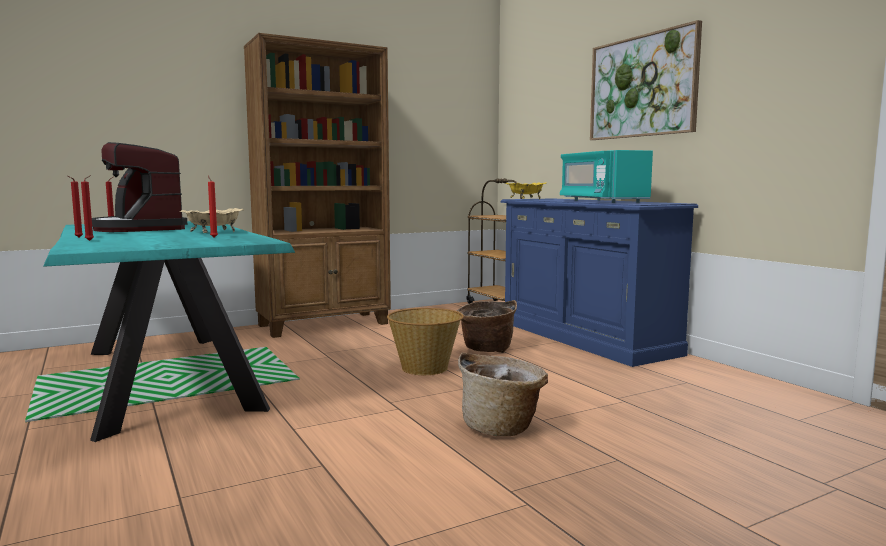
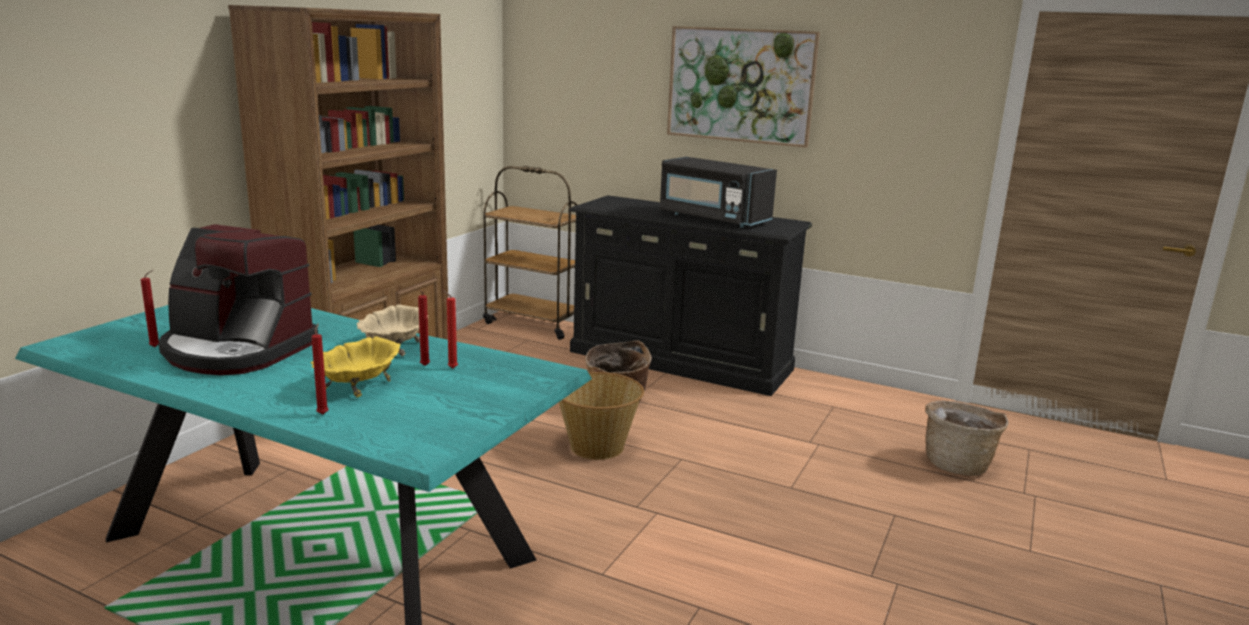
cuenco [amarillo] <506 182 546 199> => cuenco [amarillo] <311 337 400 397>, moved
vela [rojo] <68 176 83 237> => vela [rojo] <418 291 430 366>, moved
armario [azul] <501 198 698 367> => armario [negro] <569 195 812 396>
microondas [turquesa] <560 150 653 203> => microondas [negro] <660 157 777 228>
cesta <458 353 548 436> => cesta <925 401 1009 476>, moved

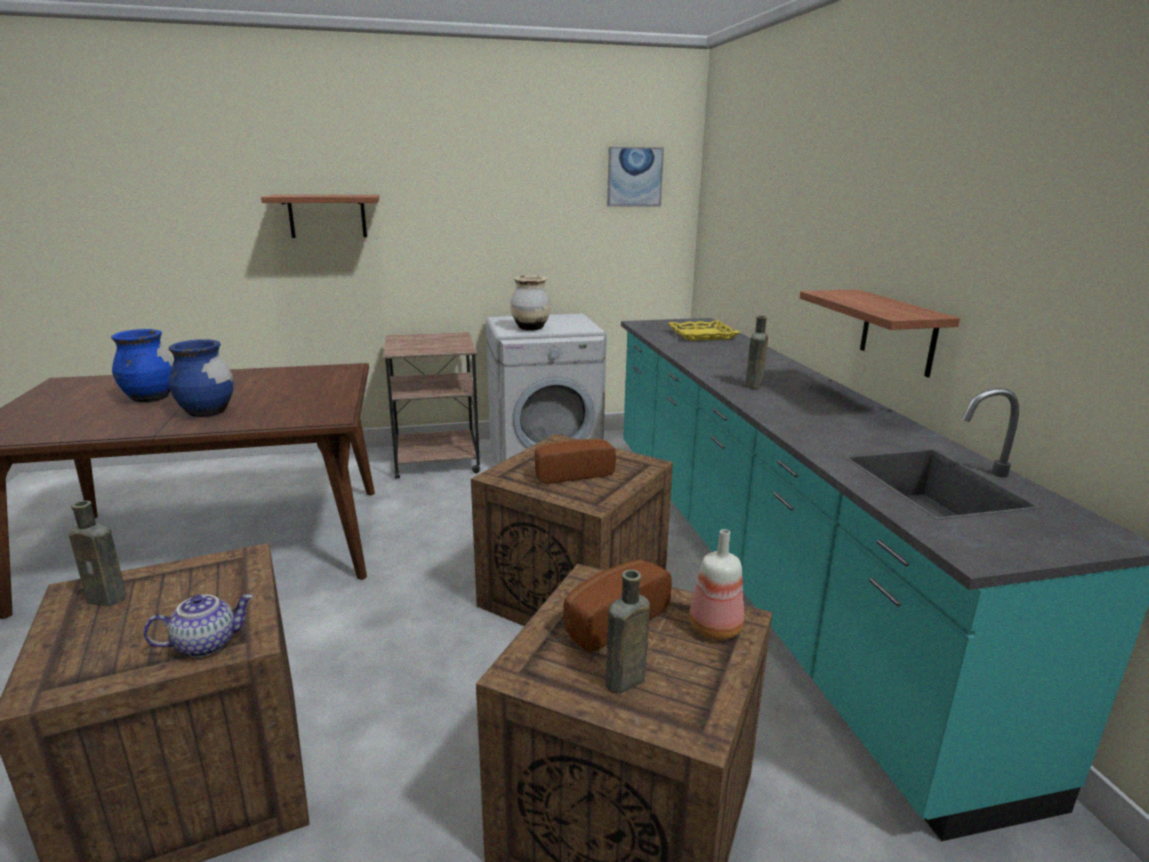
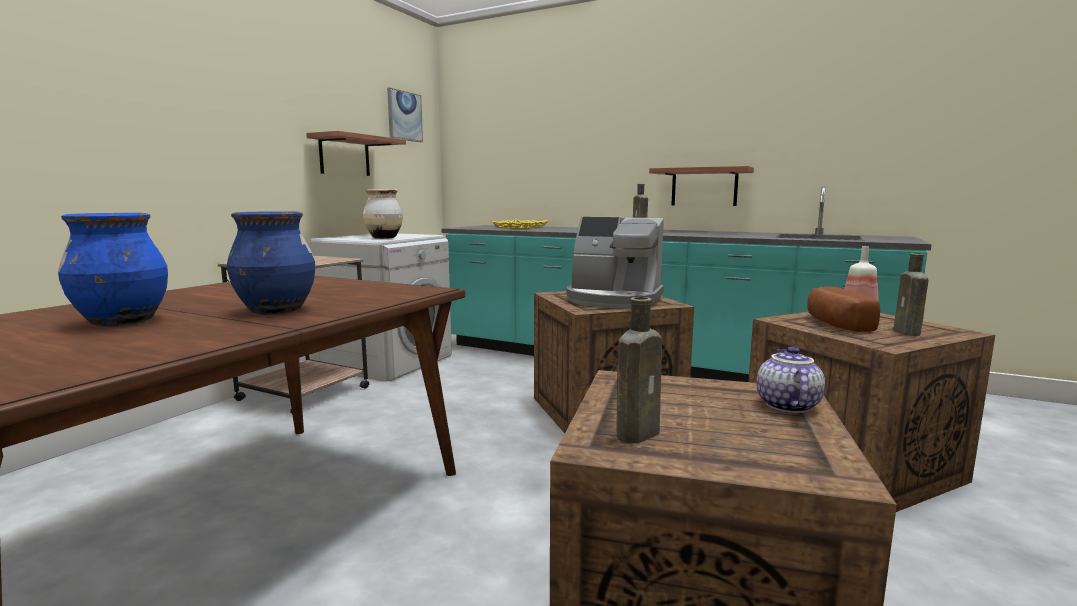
estante <261 195 379 238> => estante <306 131 406 176>, moved
pan <534 439 616 484> => cafetera <566 217 664 309>

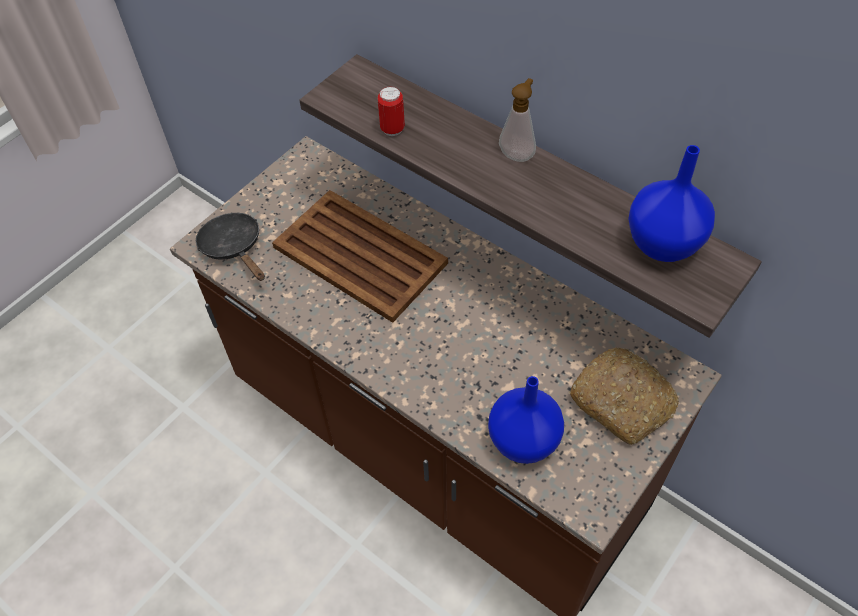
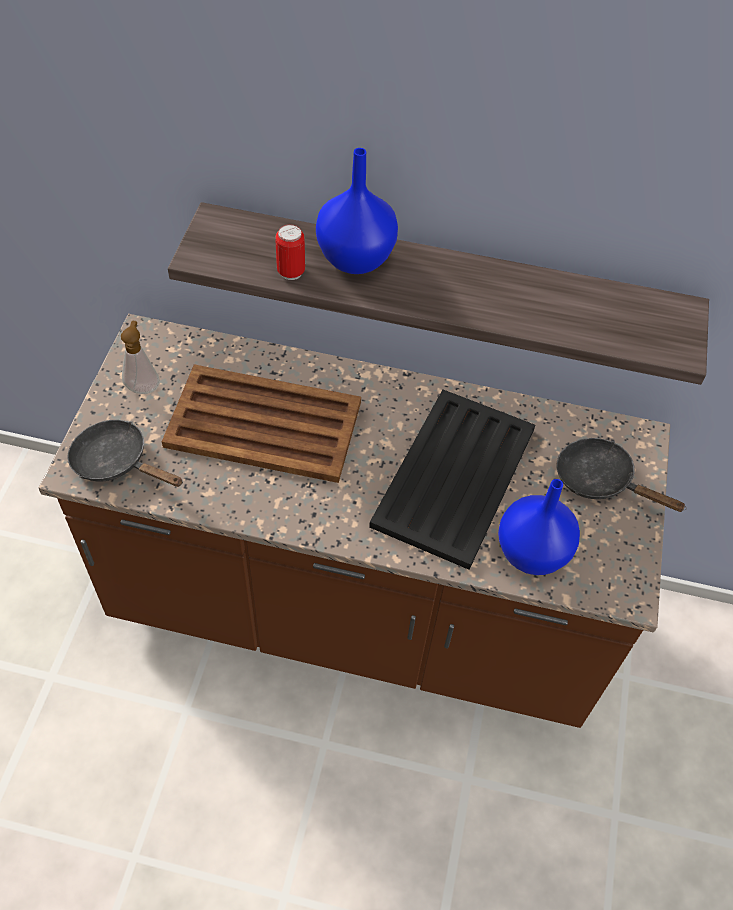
dispensador de jabón <499 78 536 162> => dispensador de jabón <121 321 160 394>, moved
florero [azul] <628 145 715 262> => florero [azul] <316 148 398 274>, moved
nothing => bandeja [negro] <369 390 535 570>
pan <569 348 679 445> => sartén [negro] <557 438 687 512>

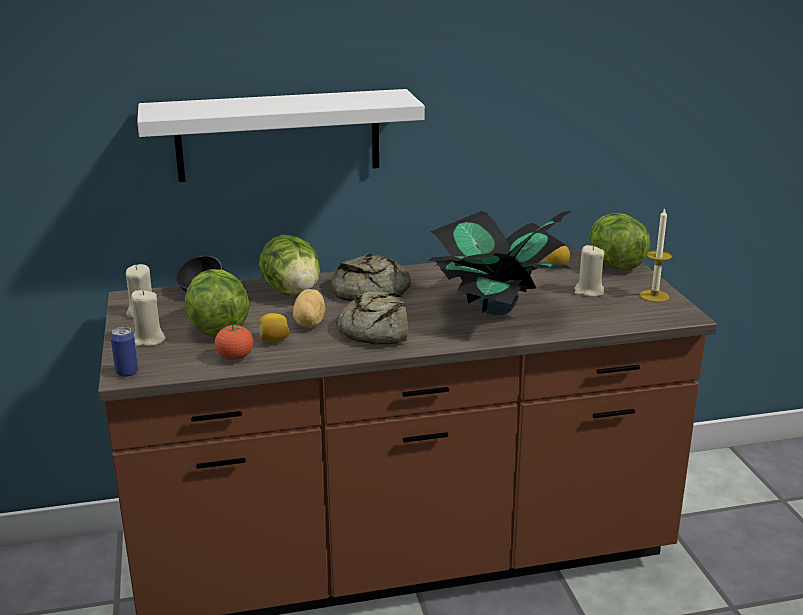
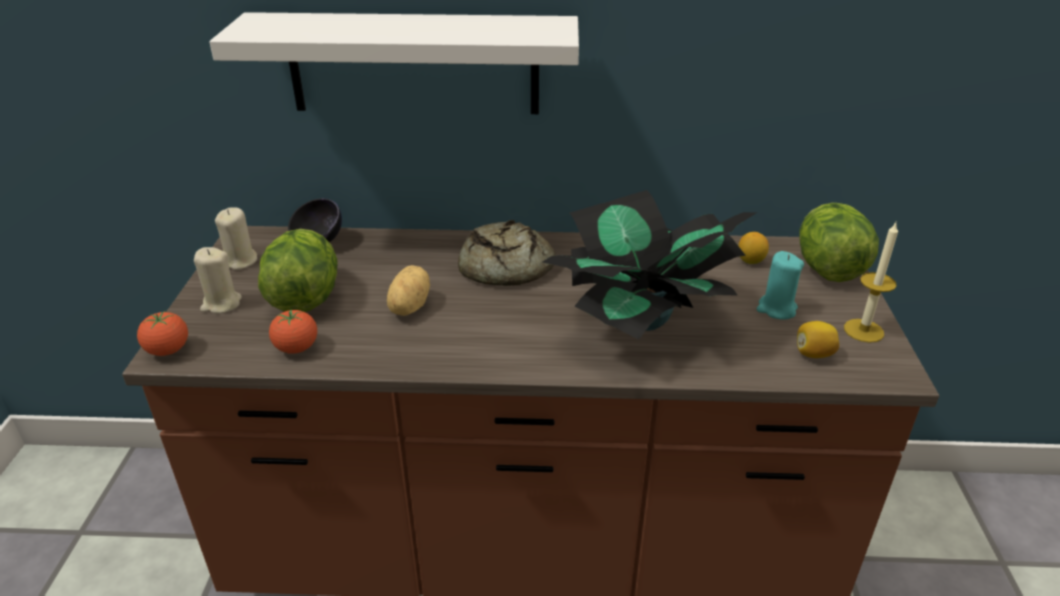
lata <111 327 138 377> => tomate <137 310 188 356>
vela [beis] <574 245 605 297> => vela [turquesa] <757 251 804 319>
limón <259 313 290 343> => limón <797 321 839 358>, moved
lechuga <259 235 320 295> => nothing
pan <336 291 408 344> => nothing

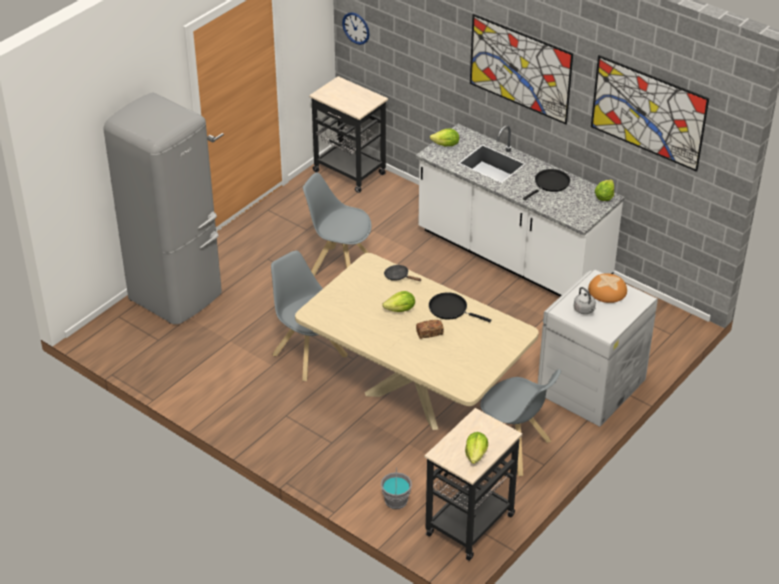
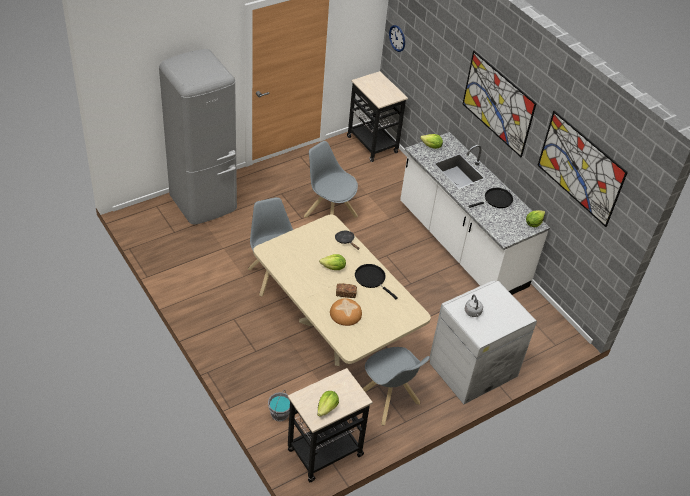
pan <588 273 627 303> => pan <330 298 362 326>, moved

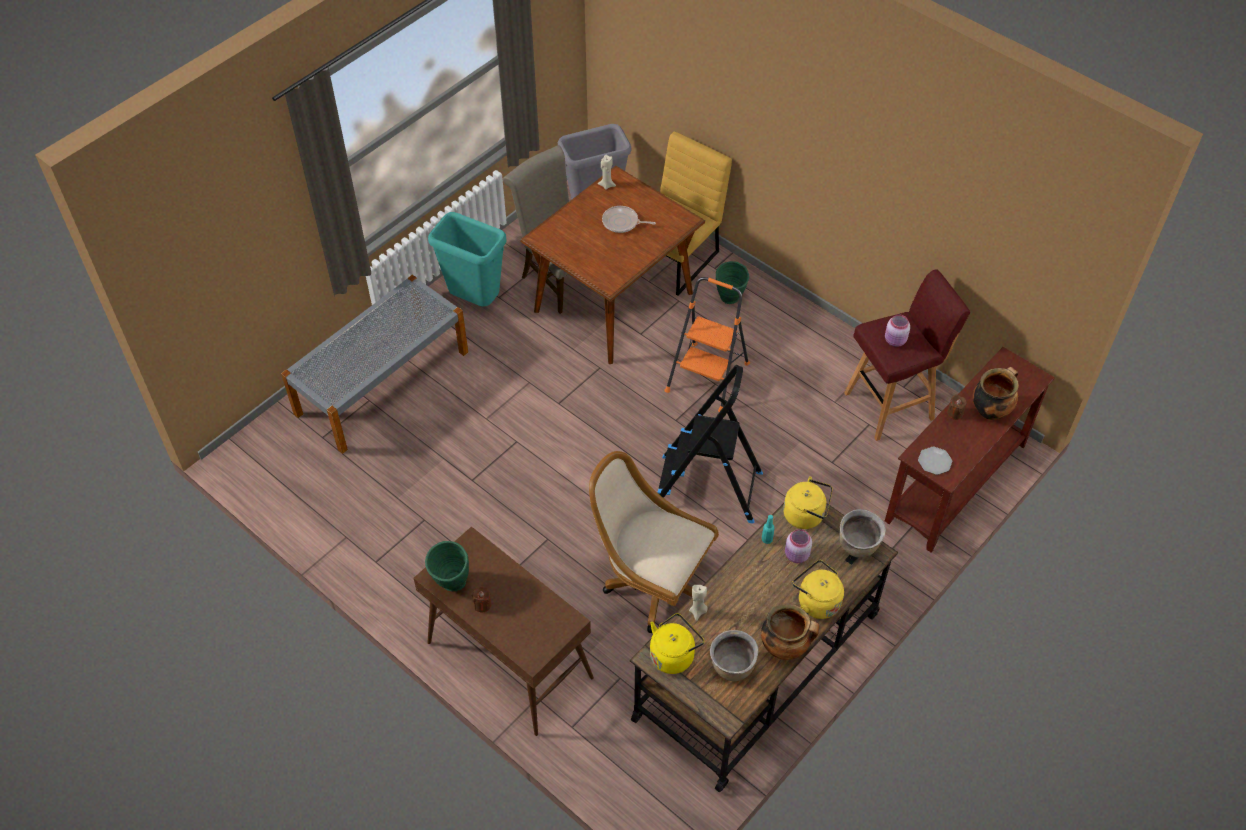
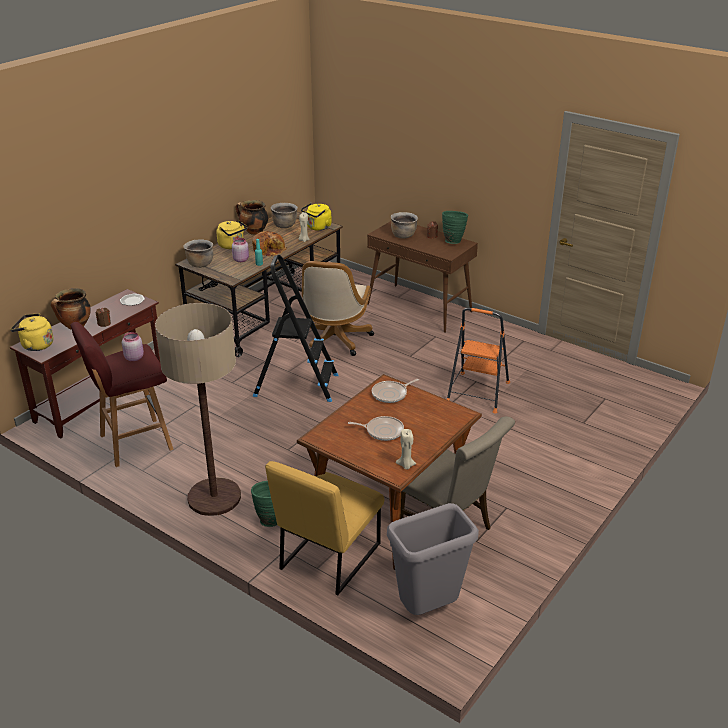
hervidor [amarillo] <783 476 833 529> => hervidor [amarillo] <10 313 53 351>, moved
nothing => lámpara de pie <155 303 241 516>
nothing => pan <252 231 287 257>
silla de oficina <589 451 719 633> => silla de oficina <302 261 374 356>, 75 degrees clockwise
nothing => sartén <372 379 419 403>
nothing => olla [marrón] <391 212 418 239>
escalera de tijera [naranja] <664 277 750 412> => escalera de tijera [naranja] <447 308 510 414>, moved
banco [gris] <281 275 468 454> => nothing
papelera [turquesa] <428 212 507 307> => nothing

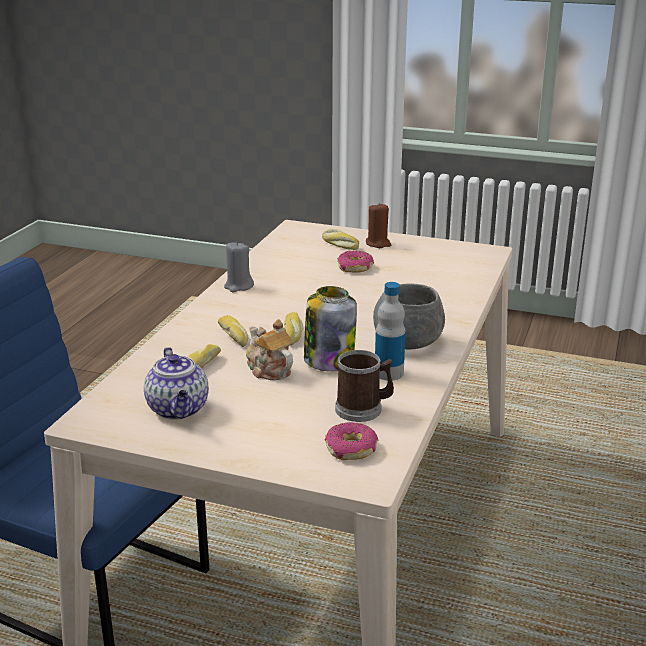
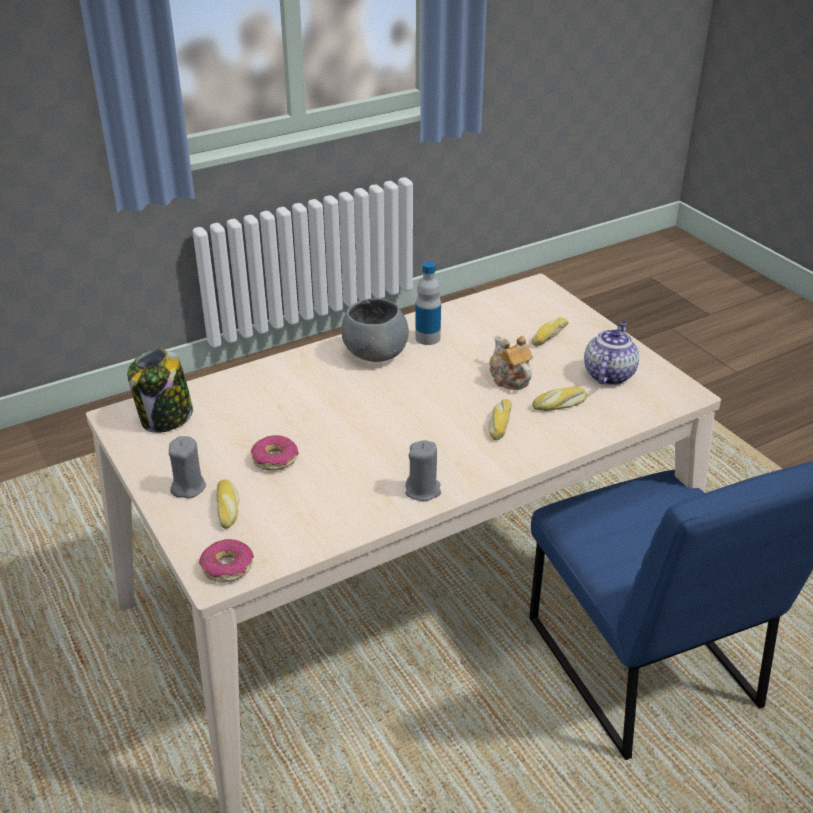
tarro <304 286 357 372> => tarro <127 348 193 433>, moved
vela [marrón] <366 203 391 248> => vela [gris] <169 436 206 499>
rosquilla <325 422 378 460> => rosquilla <199 539 254 582>, moved
tetera <246 319 293 380> => tetera <489 336 533 390>, 150 degrees clockwise
pan <284 312 303 345> => pan <532 317 568 347>, moved
taza grande <335 350 394 422> => nothing

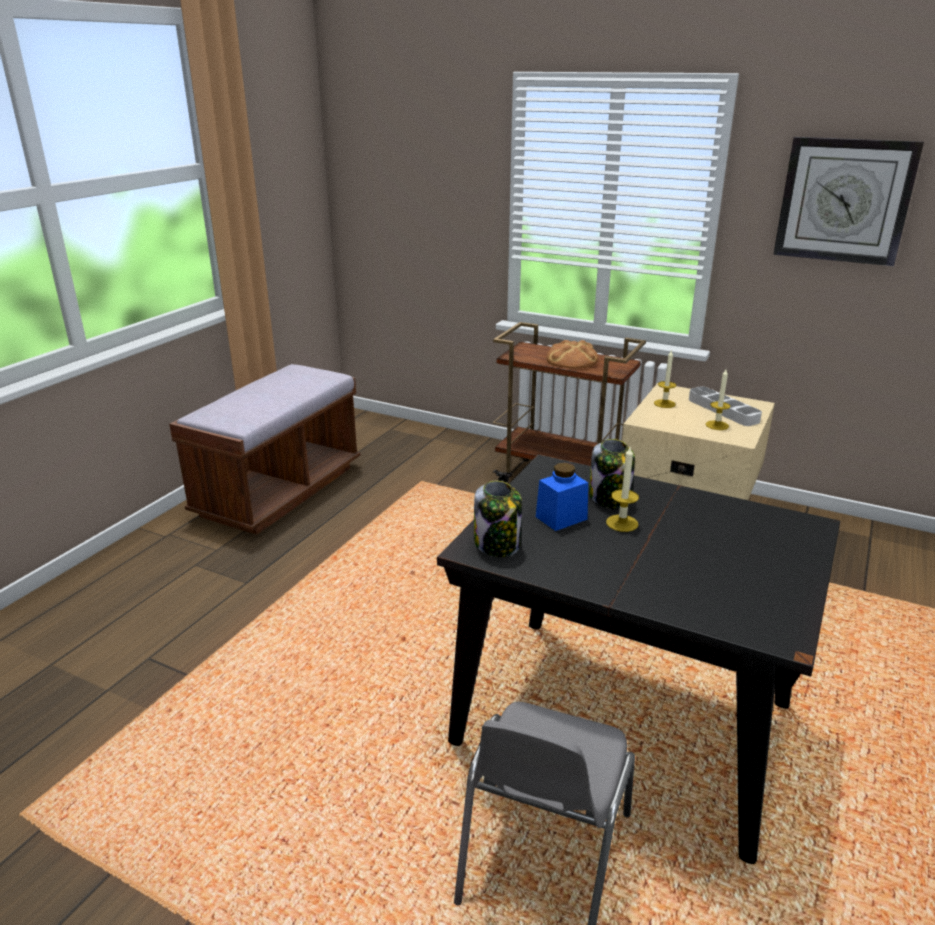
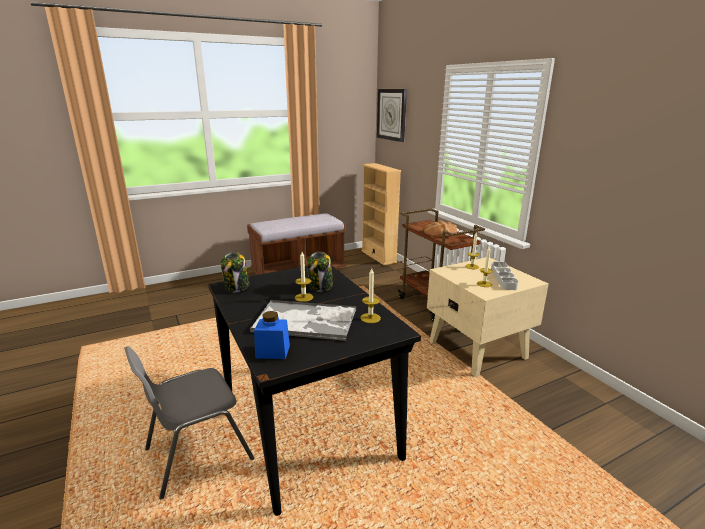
nothing => bandeja <250 300 356 341>
tarro [azul] <536 463 588 531> => tarro [azul] <254 311 290 359>, moved
nothing => vela <360 268 381 323>
nothing => estantería [beis] <361 163 401 265>
reloj de pared <773 137 924 266> => reloj de pared <377 89 407 142>, moved

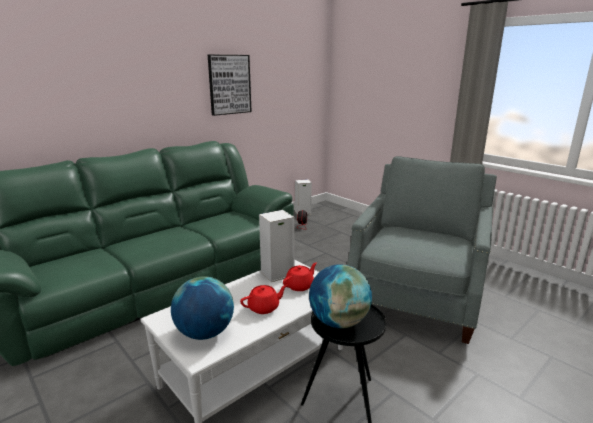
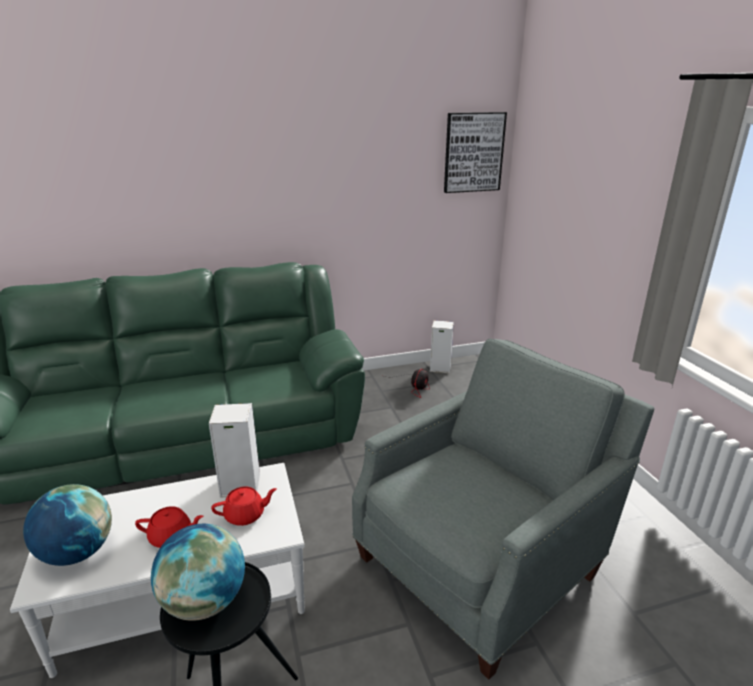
cuadro <208 55 252 116> => cuadro <444 112 507 193>, moved

